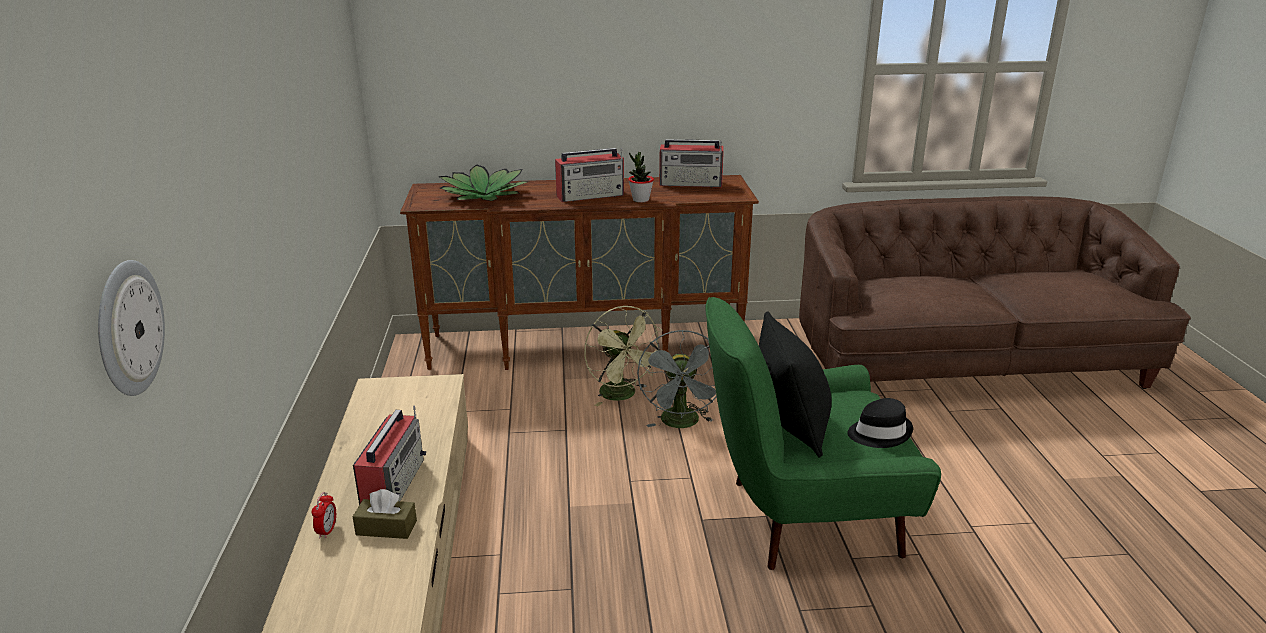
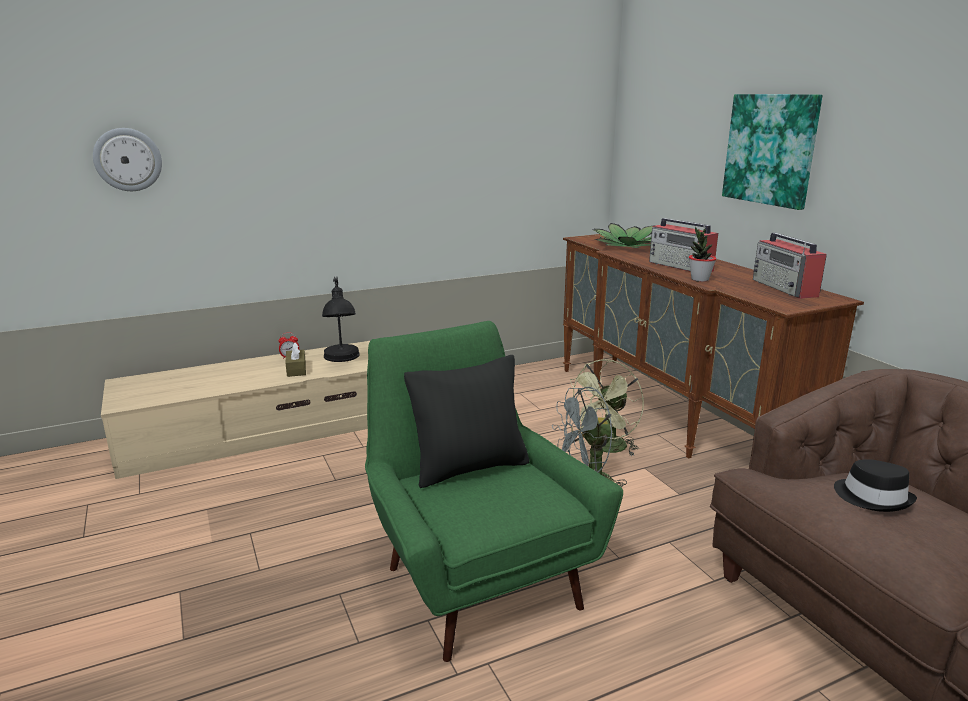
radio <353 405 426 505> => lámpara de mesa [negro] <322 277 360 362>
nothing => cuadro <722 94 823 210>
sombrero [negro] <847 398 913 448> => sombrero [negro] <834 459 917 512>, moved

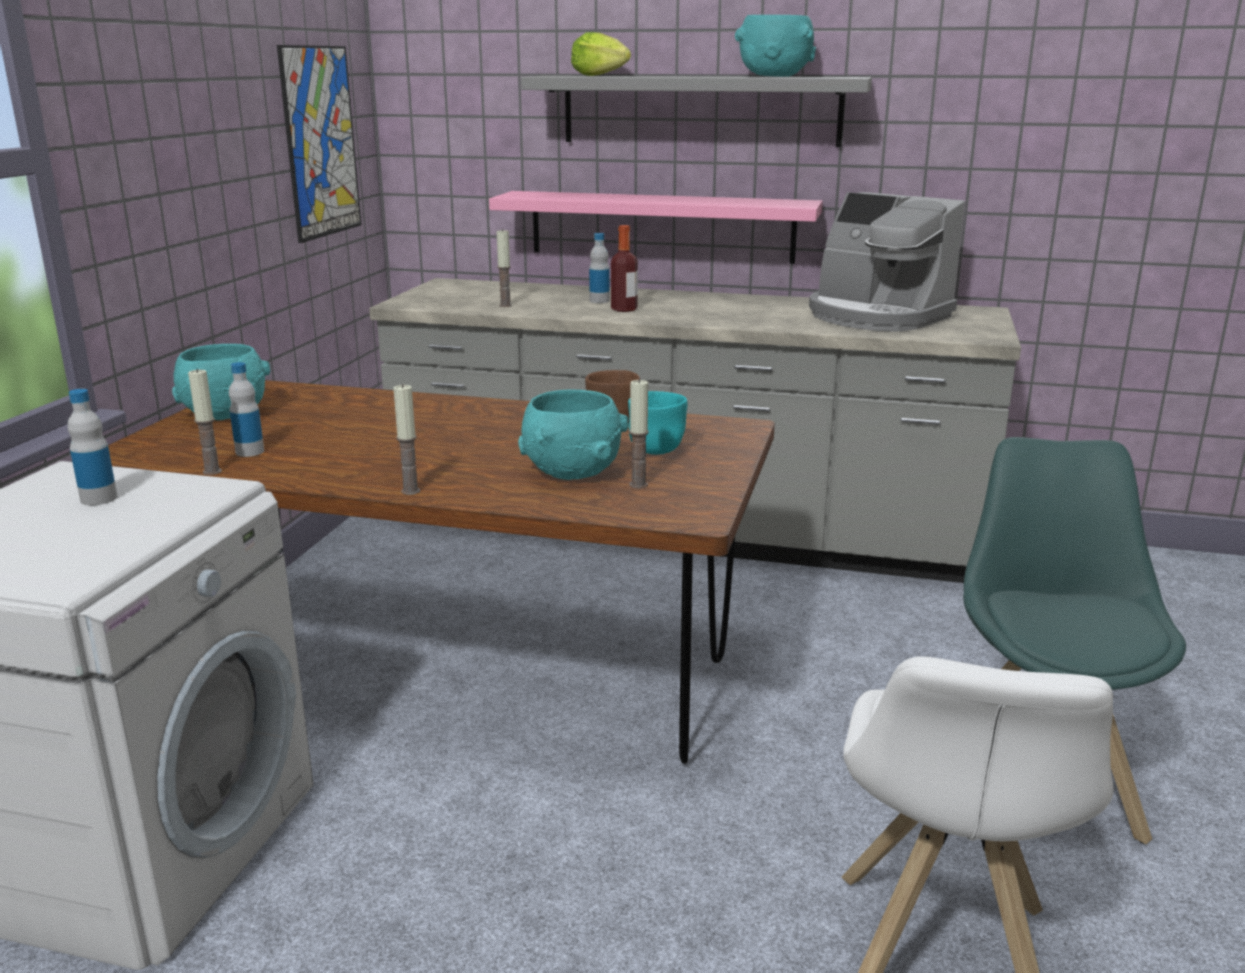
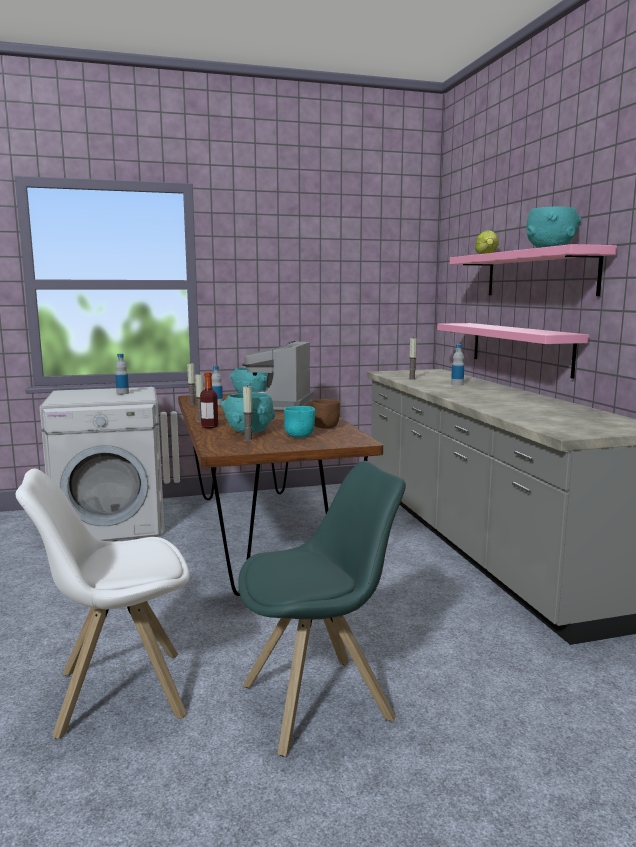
botella <611 225 638 312> => botella <200 372 218 428>, moved
cafetera <809 192 965 332> => cafetera <242 341 313 411>, moved
estante [gris] <521 76 872 147> => estante [rosa] <450 244 617 296>
cuadro <277 45 361 243> => nothing

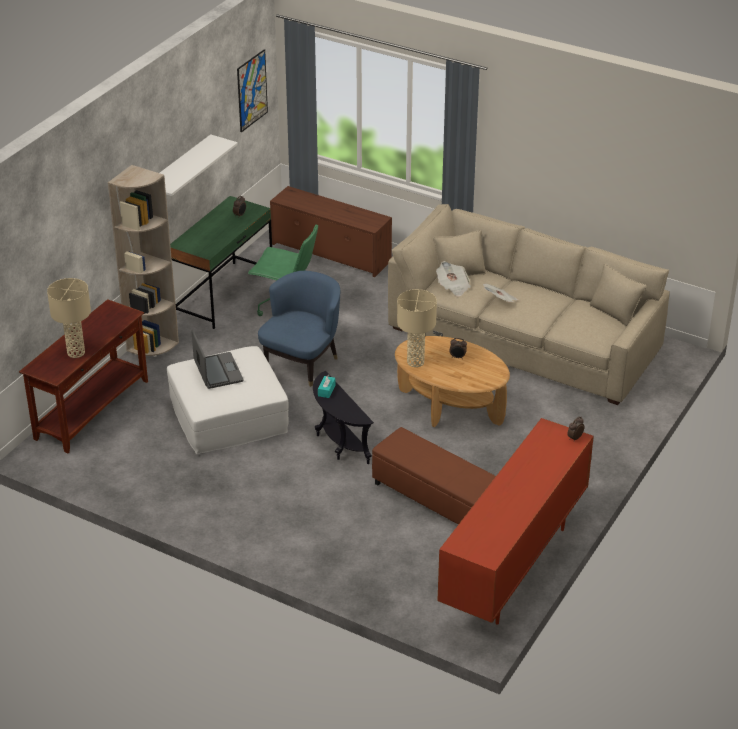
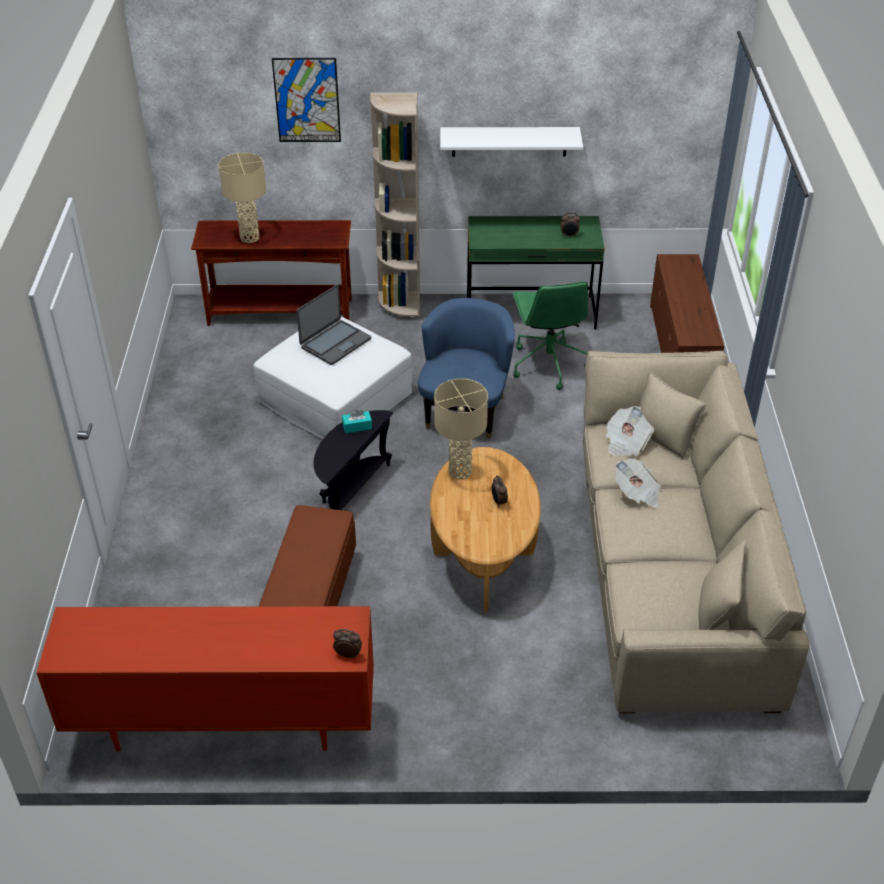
cuadro <237 49 268 133> => cuadro <272 58 341 142>, moved
sillón [azul] <258 271 340 387> => sillón [azul] <418 298 515 439>, 75 degrees counterclockwise

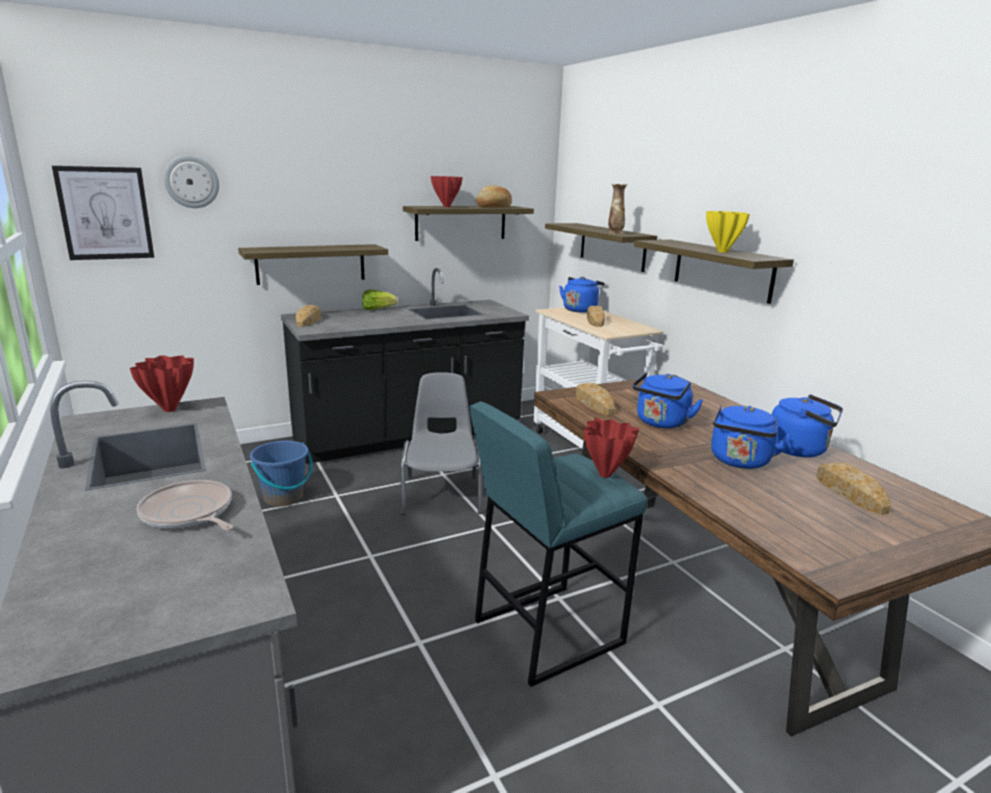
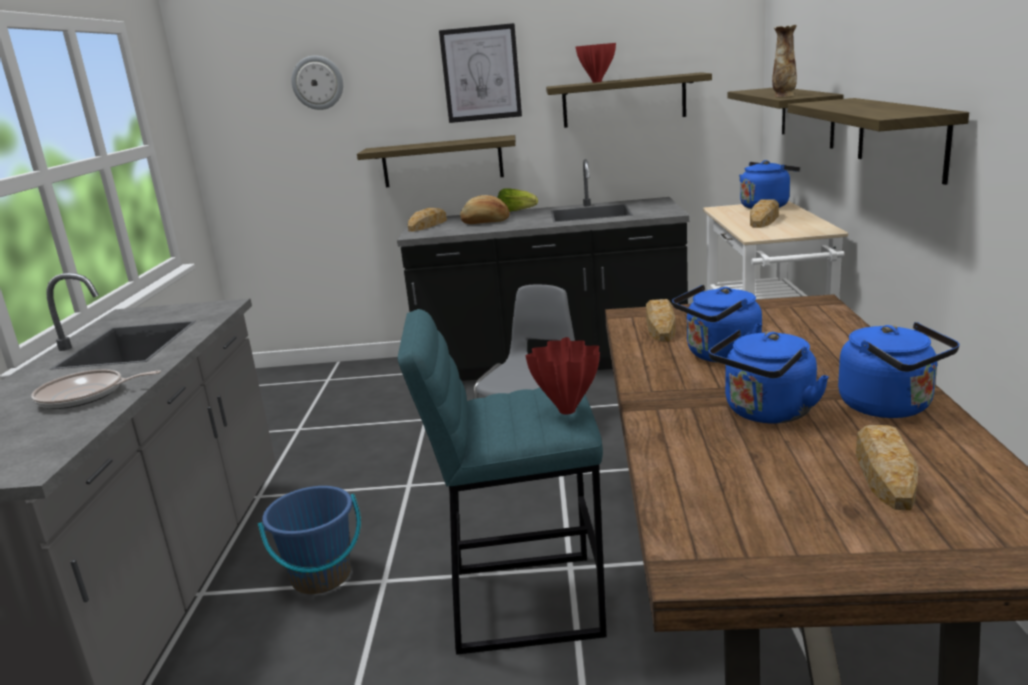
sartén <137 480 233 530> => sartén <31 369 161 409>, 75 degrees counterclockwise
cubo [azul] <250 441 313 507> => cubo [azul] <258 486 361 594>, moved
cuadro <52 166 154 260> => cuadro <439 23 522 123>, moved
pan <476 185 512 207> => pan <460 195 510 224>, moved
florero [rojo] <130 355 194 412> => nothing
florero [amarillo] <706 211 750 253> => nothing

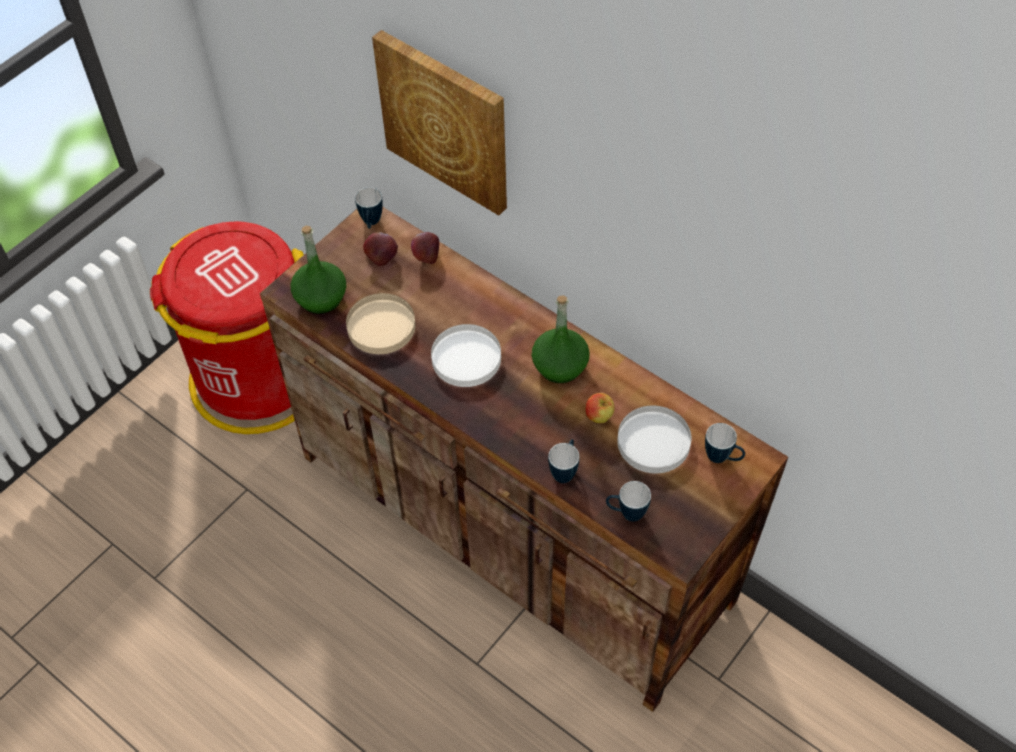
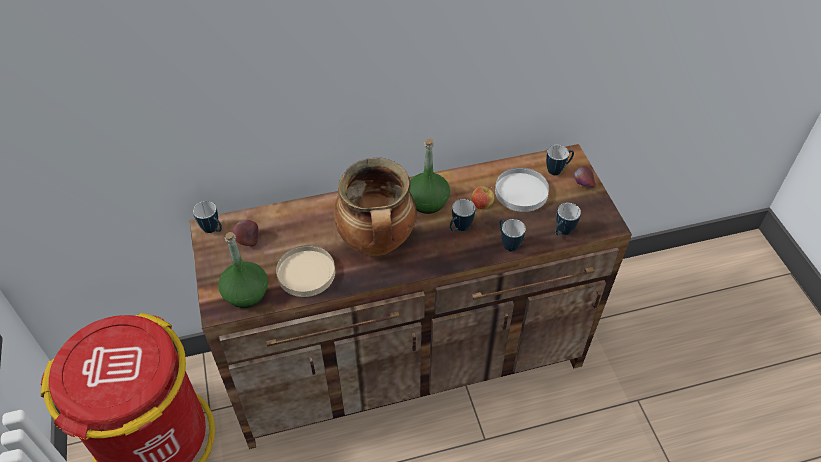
plato [blanco] <431 324 501 387> => olla <334 158 416 256>
nothing => taza grande <450 199 475 231>
manzana <411 232 439 264> => manzana <574 166 596 188>, moved
cuadro <372 30 507 215> => nothing

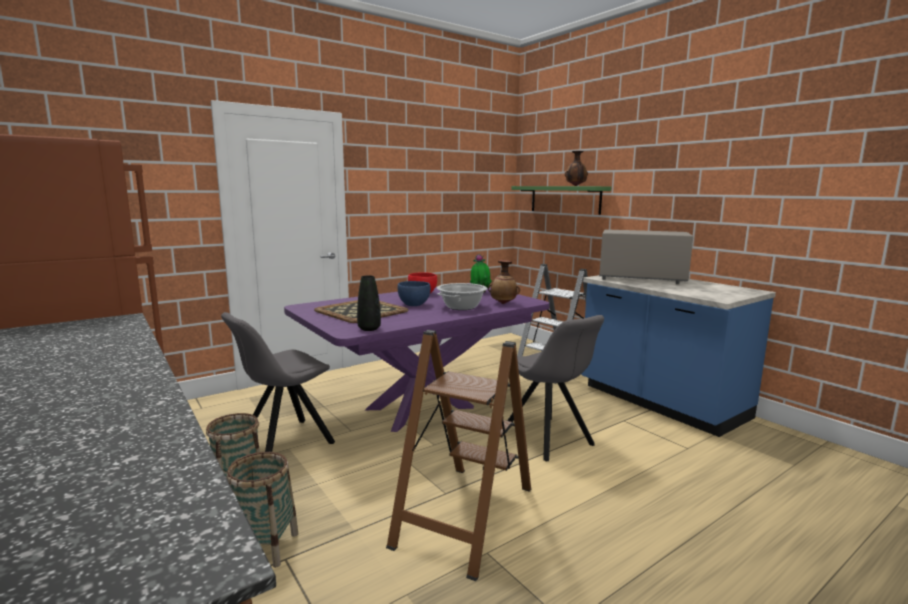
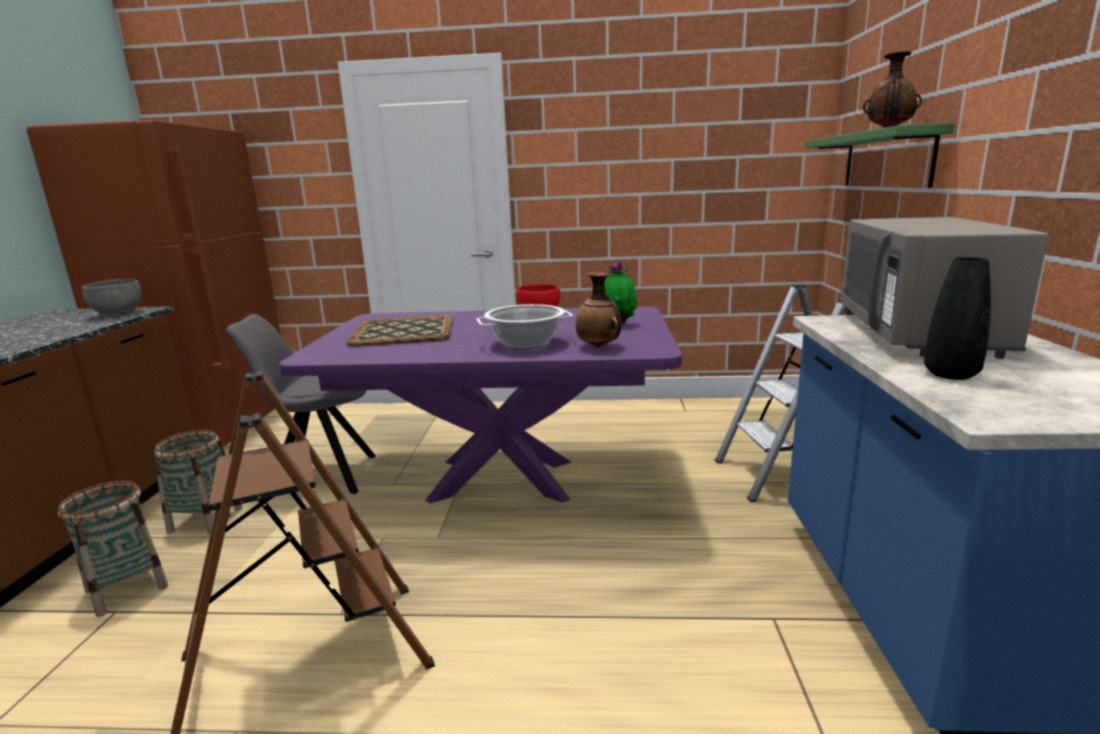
nothing => cuenco [gris] <82 279 141 316>
microondas [gris] <599 229 693 284> => microondas [gris] <841 217 1049 359>, 135 degrees counterclockwise
florero [negro] <357 275 381 331> => florero [negro] <924 257 991 380>, moved
cuenco [azul] <398 281 431 306> => nothing
silla [gris] <507 315 604 461> => nothing

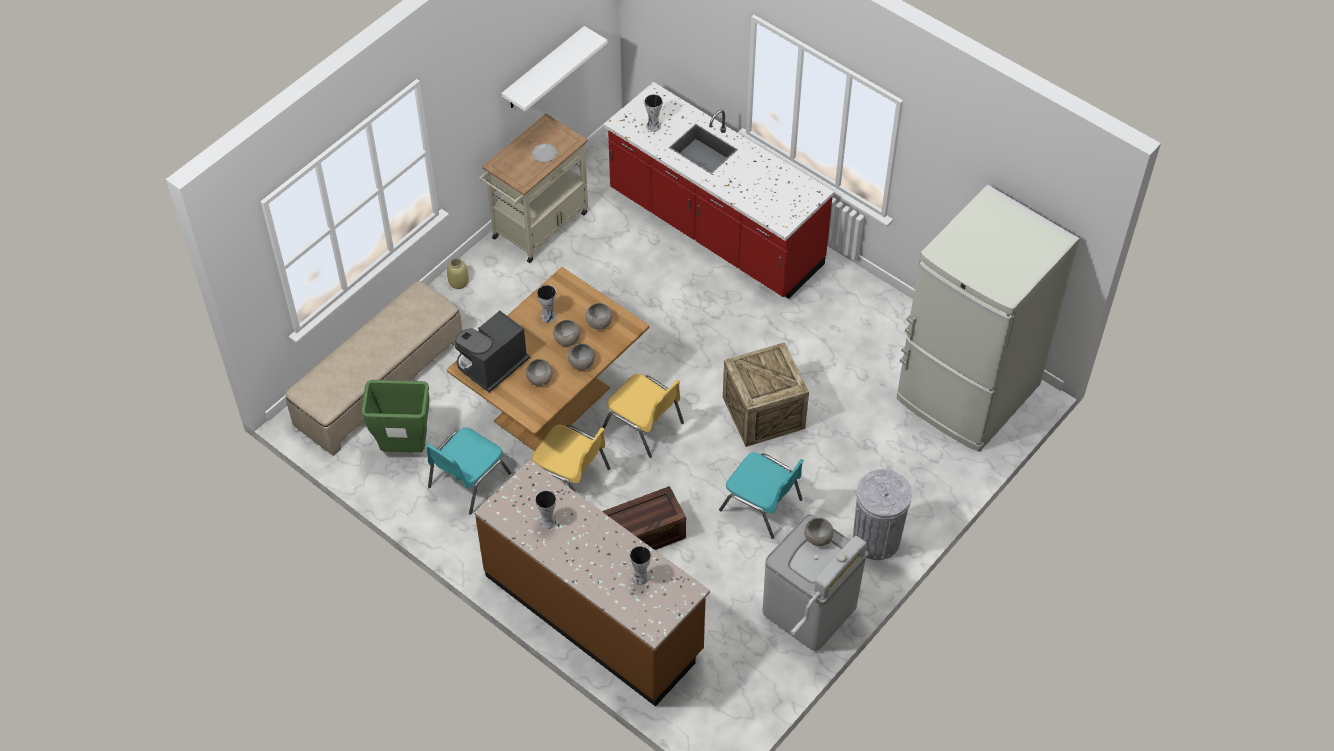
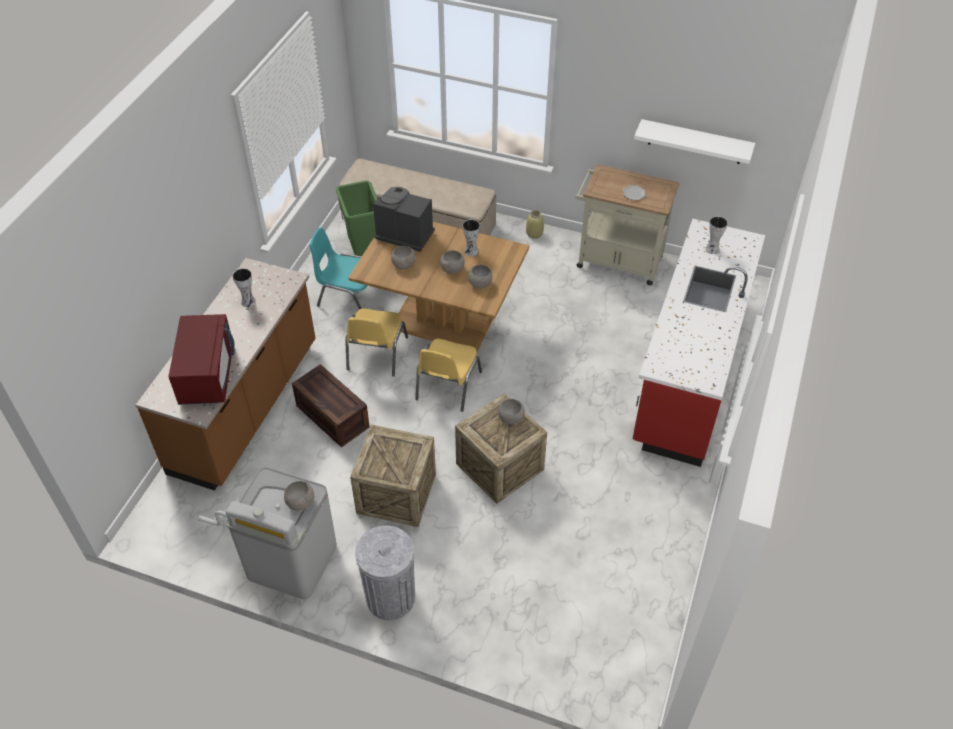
florero <630 546 651 585> => microondas [rojo] <168 314 235 405>
silla [turquesa] <719 452 804 539> => caja de embalaje <350 424 436 527>
cuenco [gris] <568 344 595 370> => cuenco [gris] <498 399 525 424>, moved
nevera [blanco] <897 185 1080 452> => nothing

